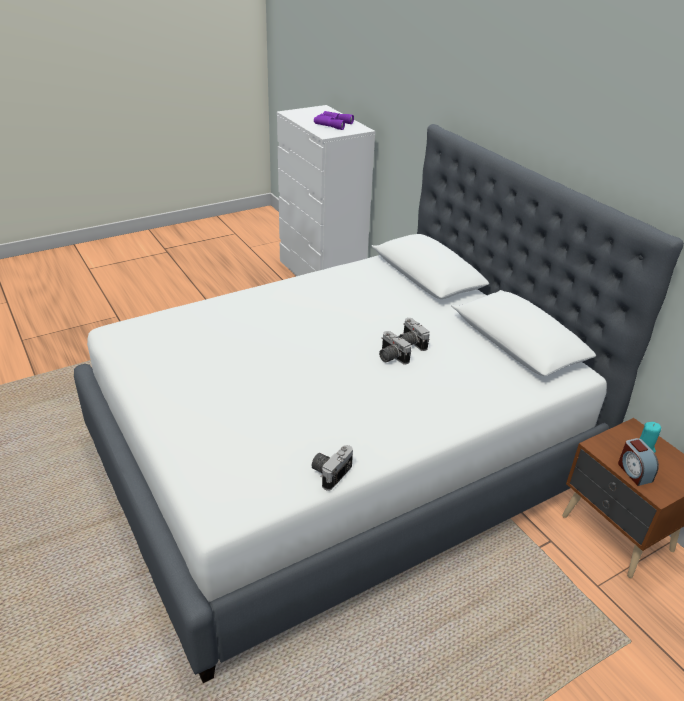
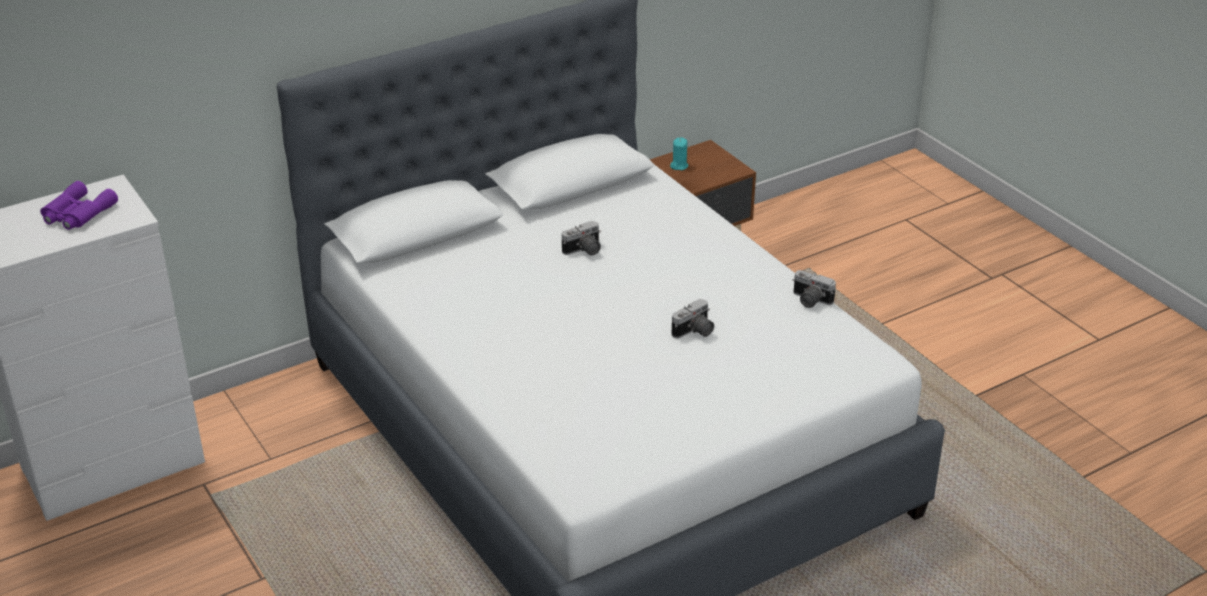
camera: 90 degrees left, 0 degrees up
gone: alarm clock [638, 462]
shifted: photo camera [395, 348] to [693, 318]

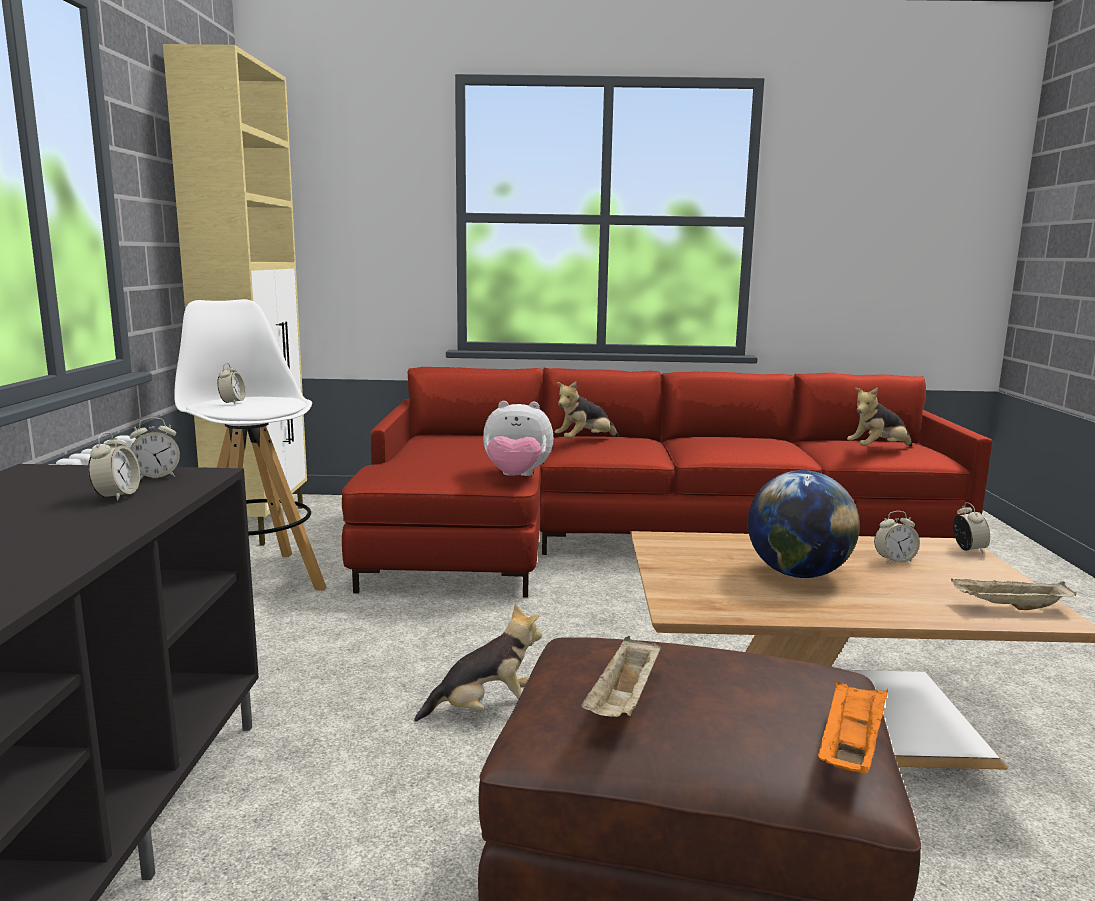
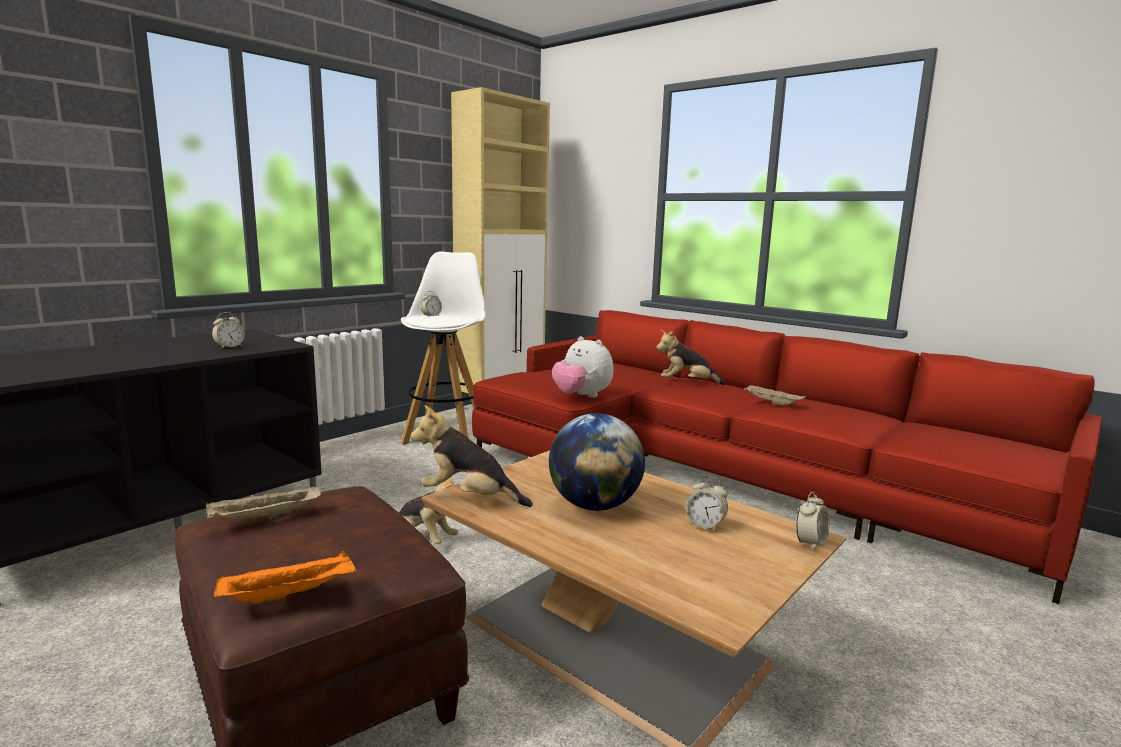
camera: 40 degrees right, 0 degrees up
gone: alarm clock [155, 448]
shifted: plush toy [879, 417] to [472, 456]; tray (beige) [1013, 594] to [775, 394]

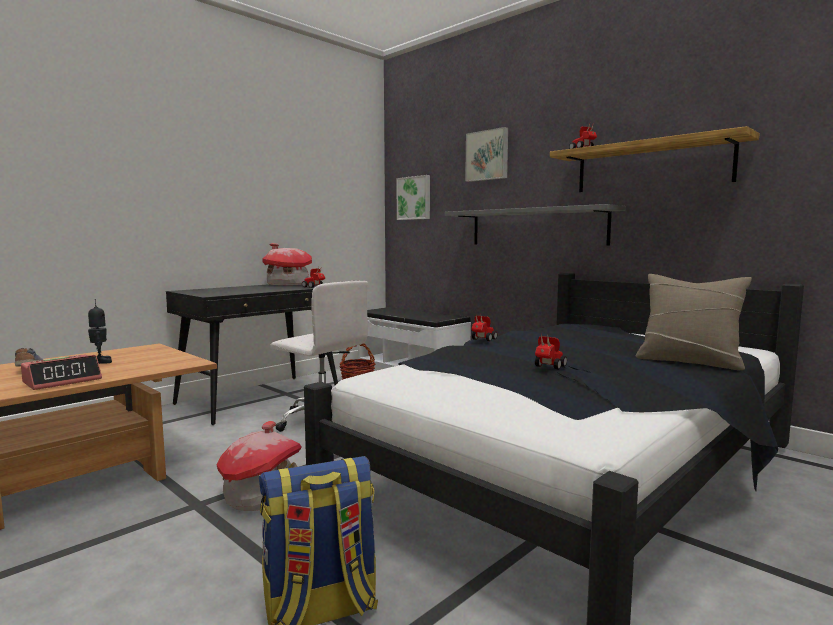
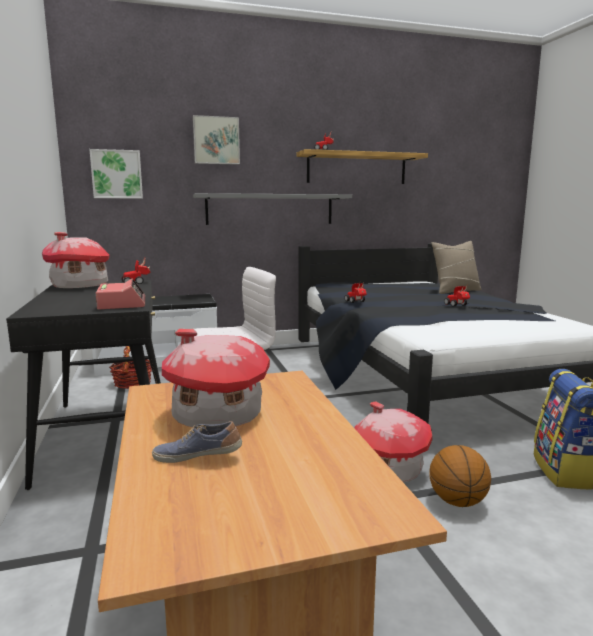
camera: 60 degrees left, 5 degrees up
new: basketball [460, 476]
shifted: alarm clock [61, 372] to [120, 294]
swapped: toy robot [100, 331] to toy house [216, 378]

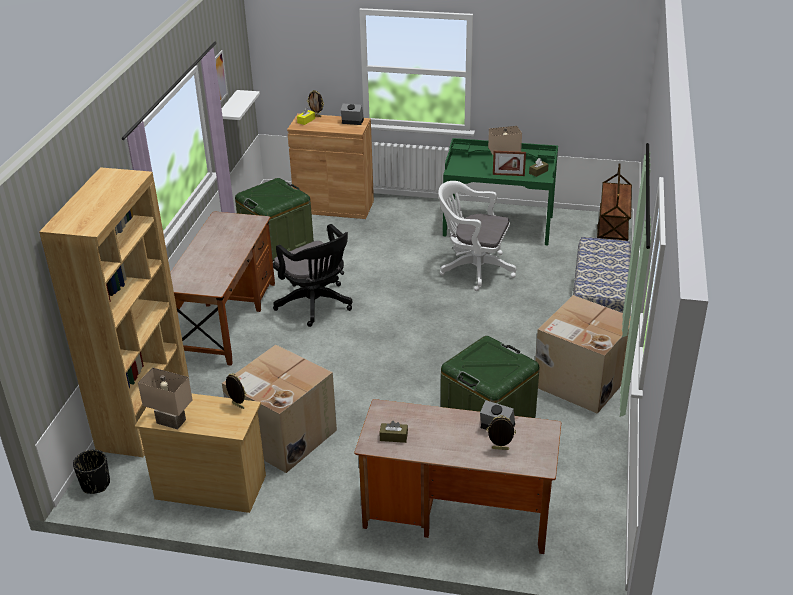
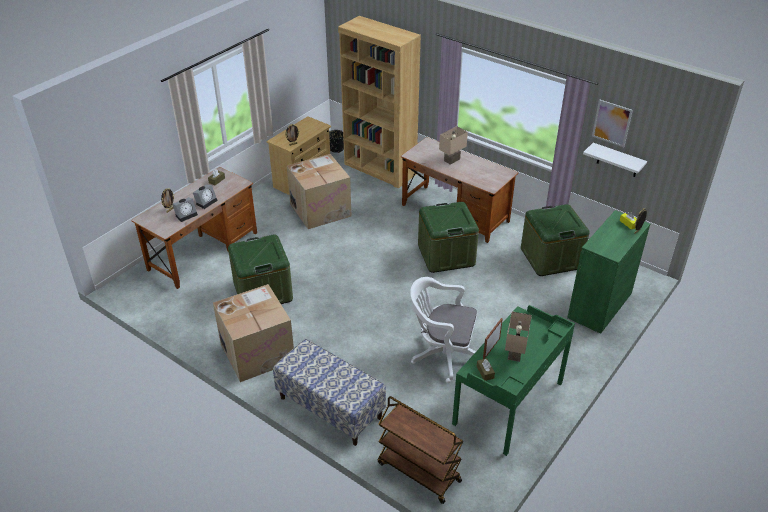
camera: 115 degrees right, 5 degrees up
shifted: table lamp (beige) [165, 398] to [453, 145]; alarm clock [352, 114] to [205, 197]
swapped: office chair (black) [313, 275] to storage box (green) [448, 237]
repainted: cabinet (brown) [330, 166] to cabinet (green) [608, 272]
rotated: office chair (white) [477, 236] = [443, 330] 120 degrees counterclockwise

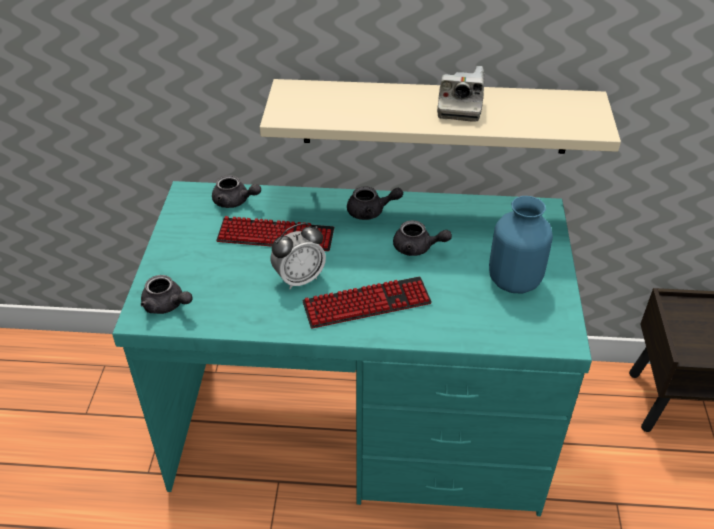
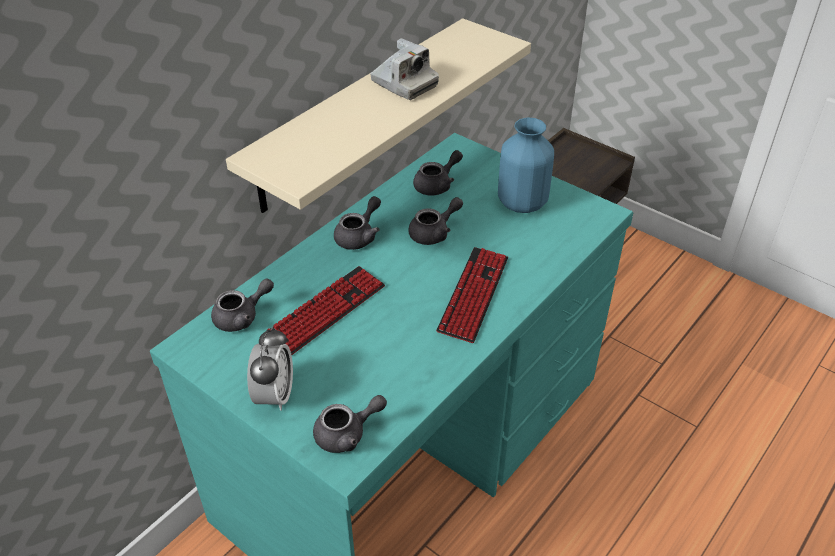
camera: 55 degrees left, 0 degrees up
new: teapot (grey) [438, 173]
shifted: alarm clock [298, 256] to [270, 369]

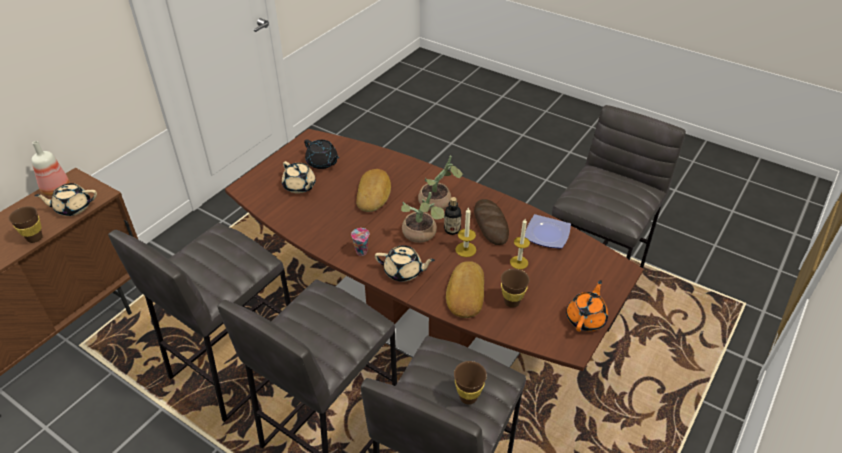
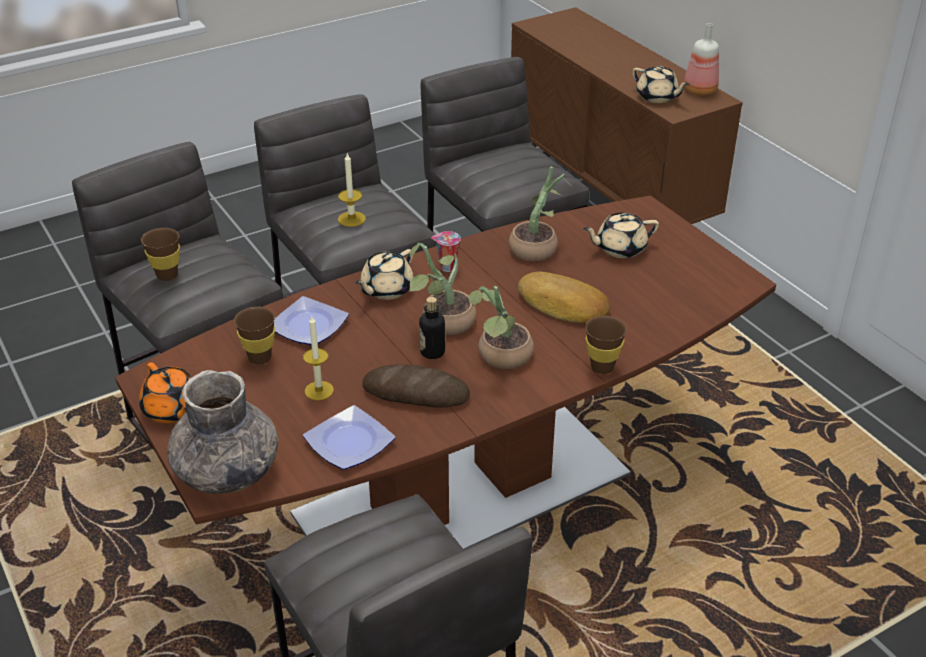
camera: 115 degrees right, 5 degrees down
gone: teapot (black) [321, 154]
new: vase (grey) [223, 432]; potted plant [539, 214]
shifted: cup (brown) [25, 224] to [606, 345]; candle [465, 232] to [352, 190]
swapped: bread [465, 289] to plate [311, 320]
rotated: teapot (beige) [65, 199] = [660, 84] 120 degrees clockwise

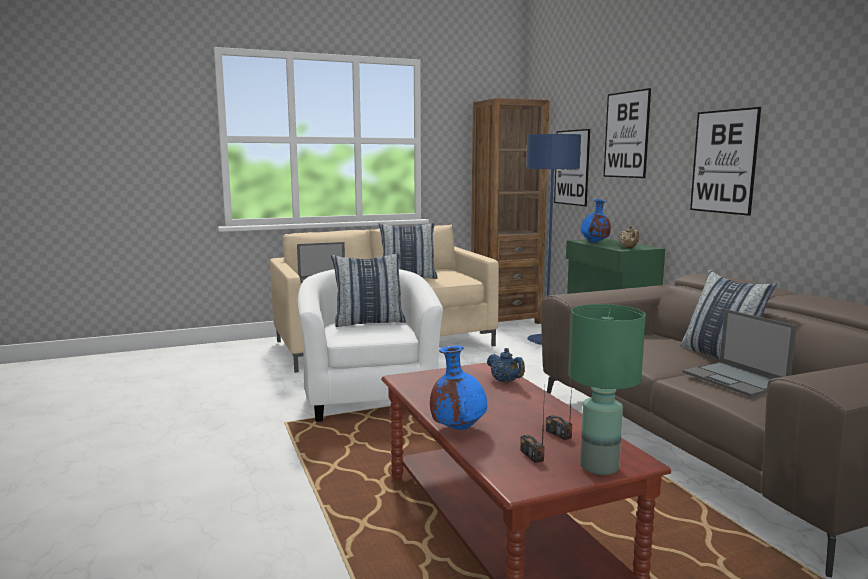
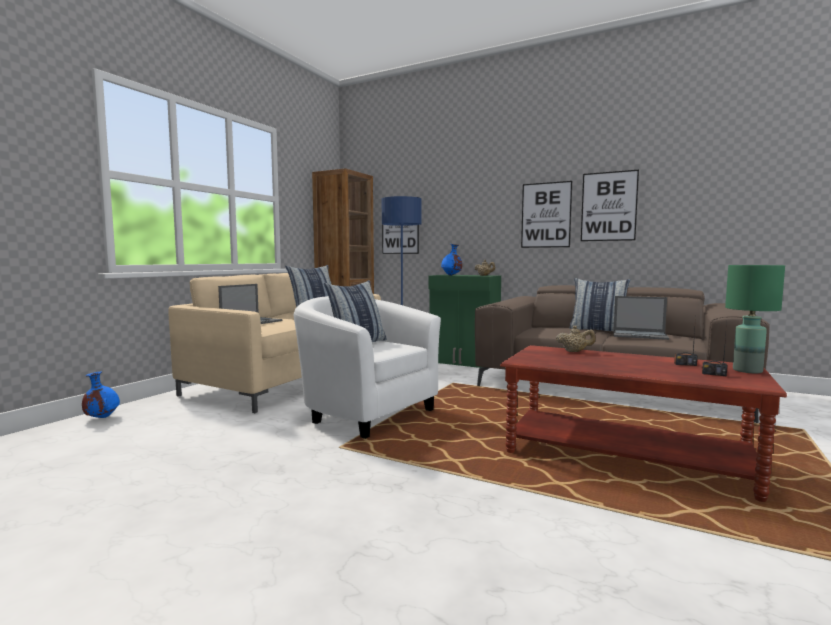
camera: 40 degrees left, 5 degrees down
shifted: vase (blue) [458, 388] to [101, 395]; picture [627, 133] to [610, 205]
repainted: teapot (blue) [506, 365] to teapot (beige) [576, 339]

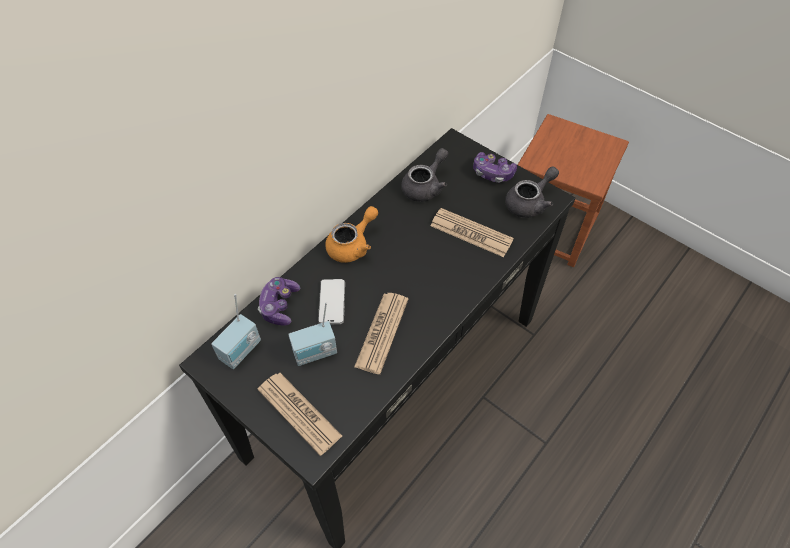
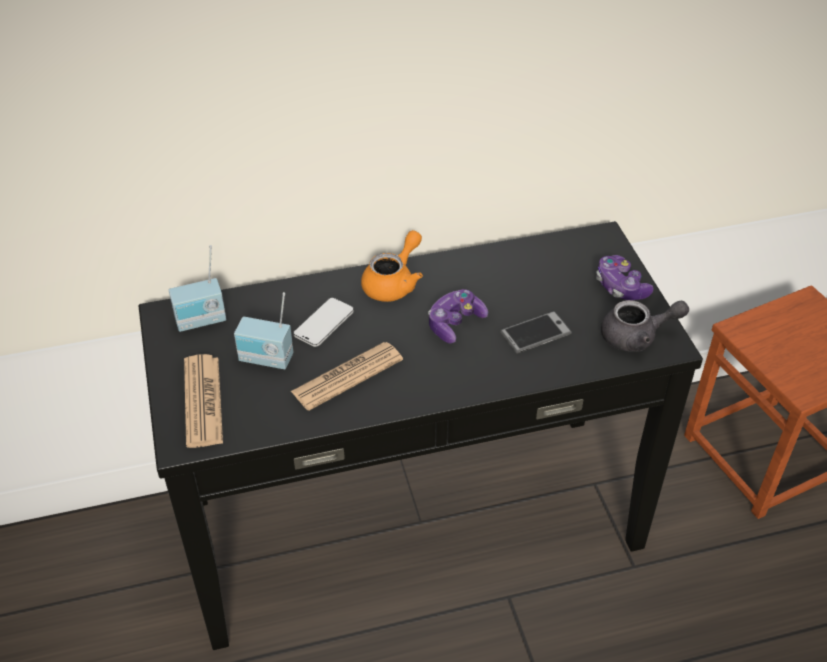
camera: 35 degrees right, 10 degrees down
gone: teapot (grey) [425, 175]
shifted: game controller [279, 301] to [458, 316]
swapped: newspaper [472, 232] to phone [536, 332]
rotated: teapot (orange) [351, 234] = [392, 266] 45 degrees counterclockwise

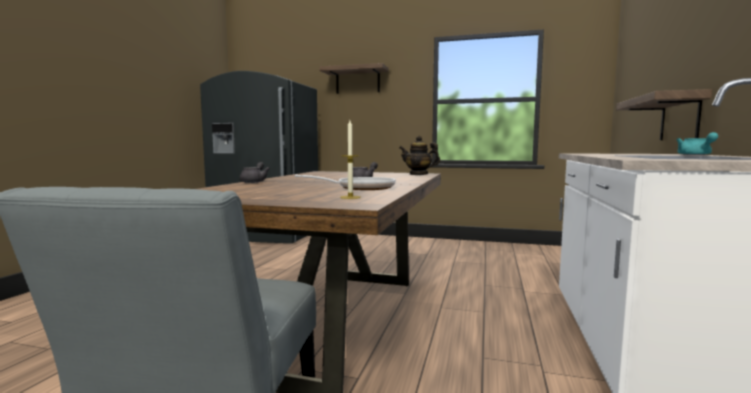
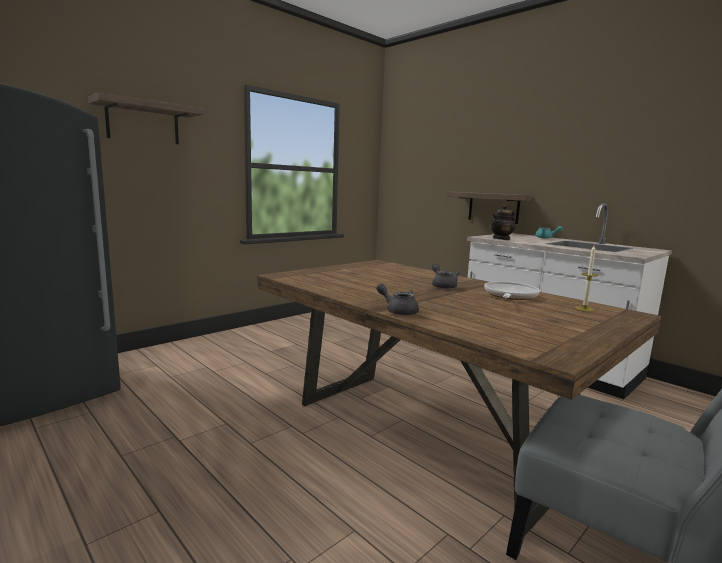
camera: 60 degrees left, 5 degrees up
shifted: teapot [419, 155] to [503, 222]

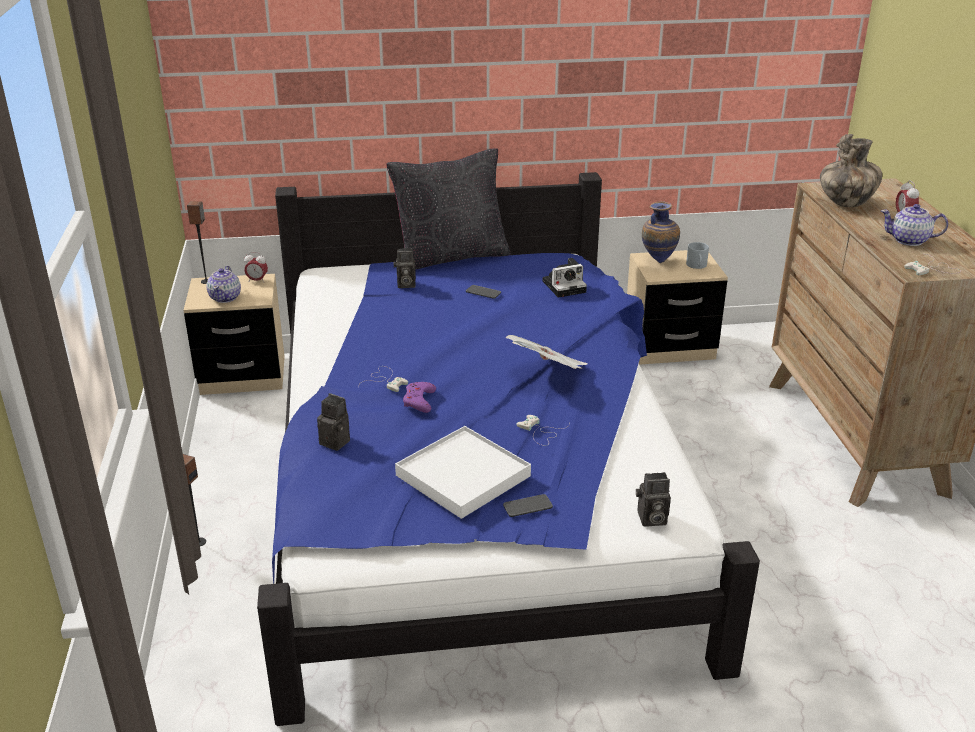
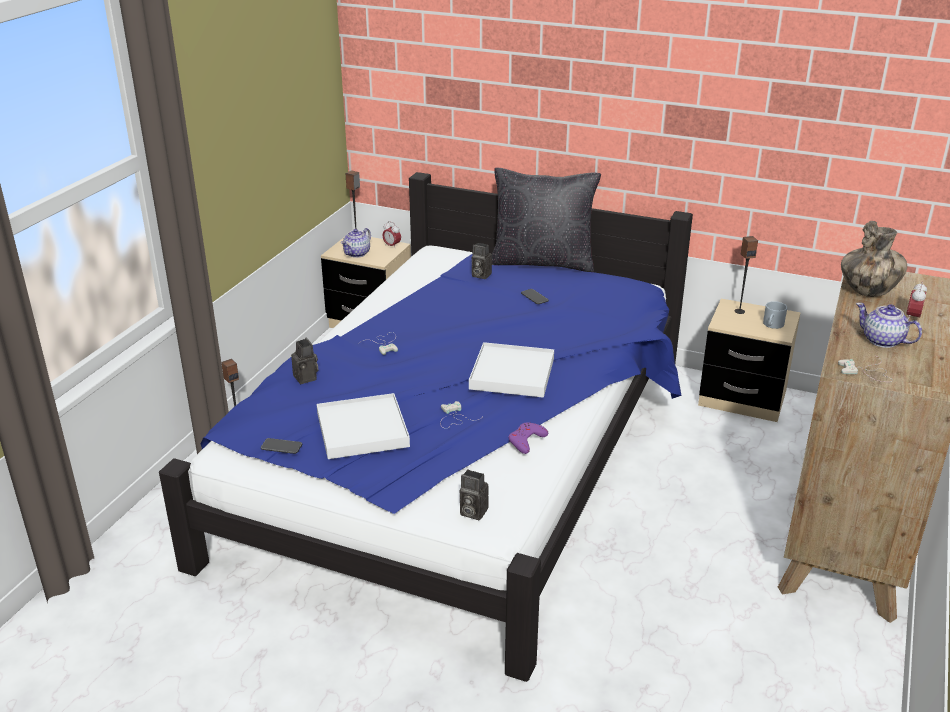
camera: 30 degrees right, 0 degrees up
gone: photo camera [565, 278]
shifted: game controller (purple) [419, 397] to [528, 438]; phone [528, 505] to [281, 446]
swapped: newspaper [546, 352] to tray (white) [511, 370]; vase [661, 232] to speaker [746, 275]

